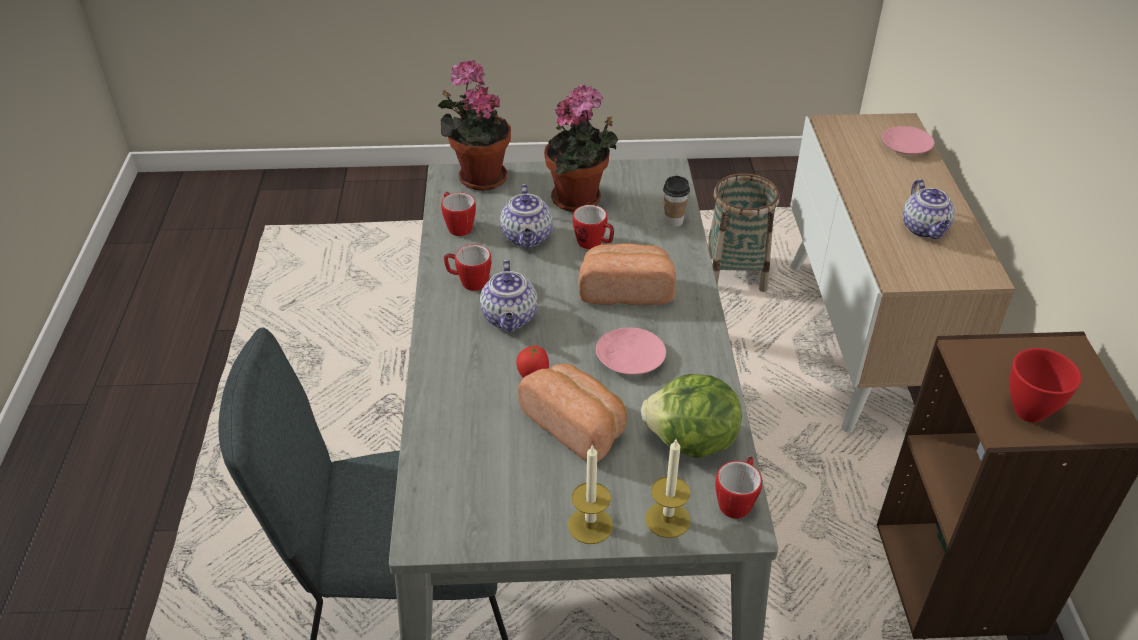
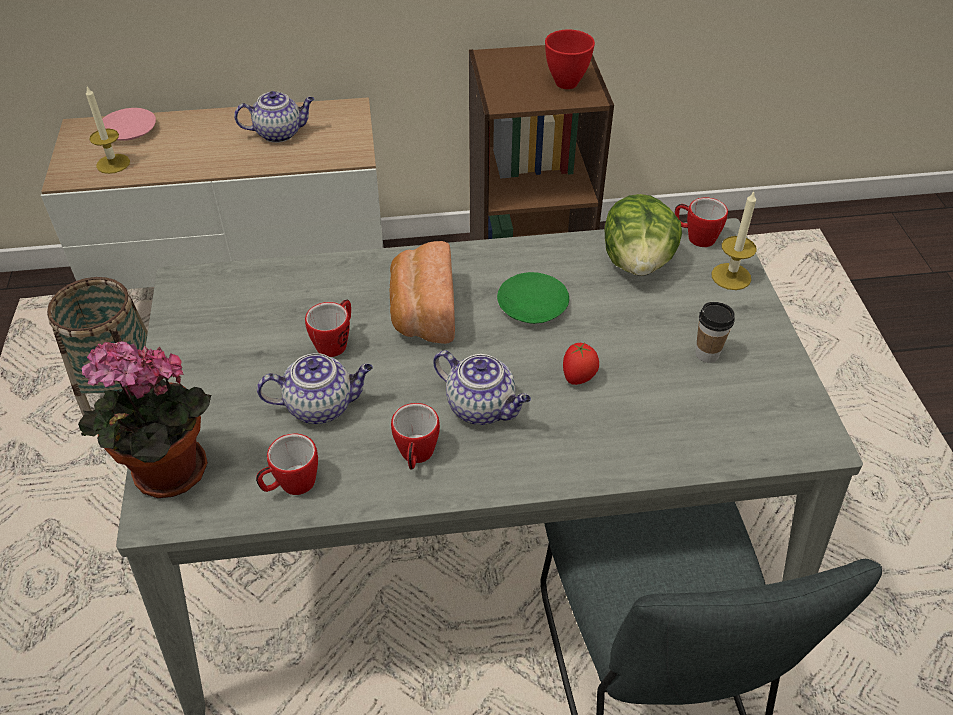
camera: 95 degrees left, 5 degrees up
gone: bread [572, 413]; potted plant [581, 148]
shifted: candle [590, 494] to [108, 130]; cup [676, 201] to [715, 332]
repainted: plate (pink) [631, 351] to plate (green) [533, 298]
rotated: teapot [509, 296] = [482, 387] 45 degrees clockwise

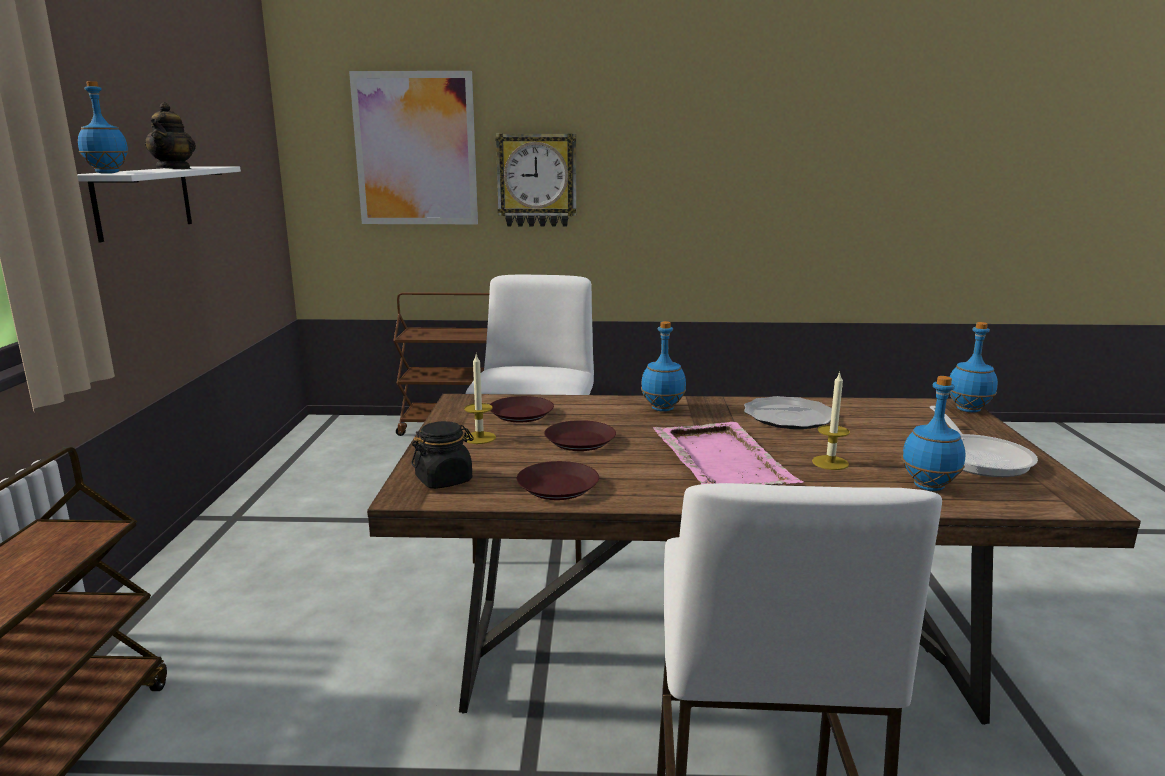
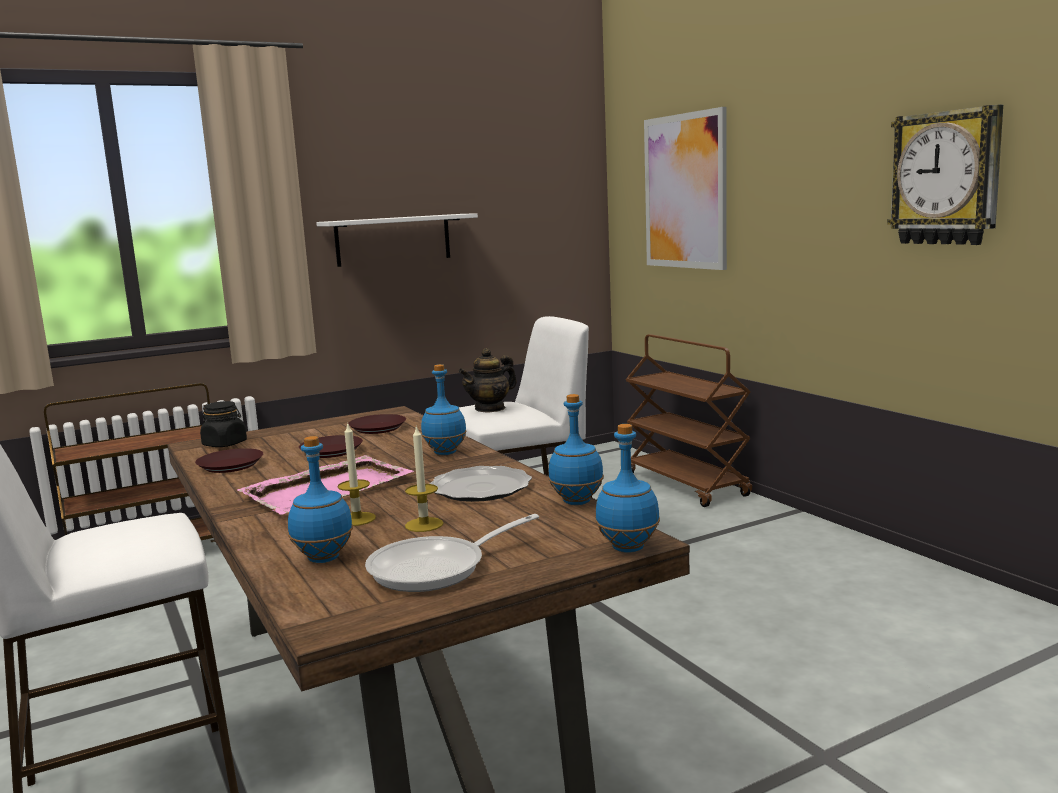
camera: 60 degrees right, 5 degrees down
shifted: bottle (blue) [103, 127] to [576, 449]; teapot [170, 135] to [487, 380]; candle [479, 399] to [424, 478]; wall clock [535, 180] to [945, 175]

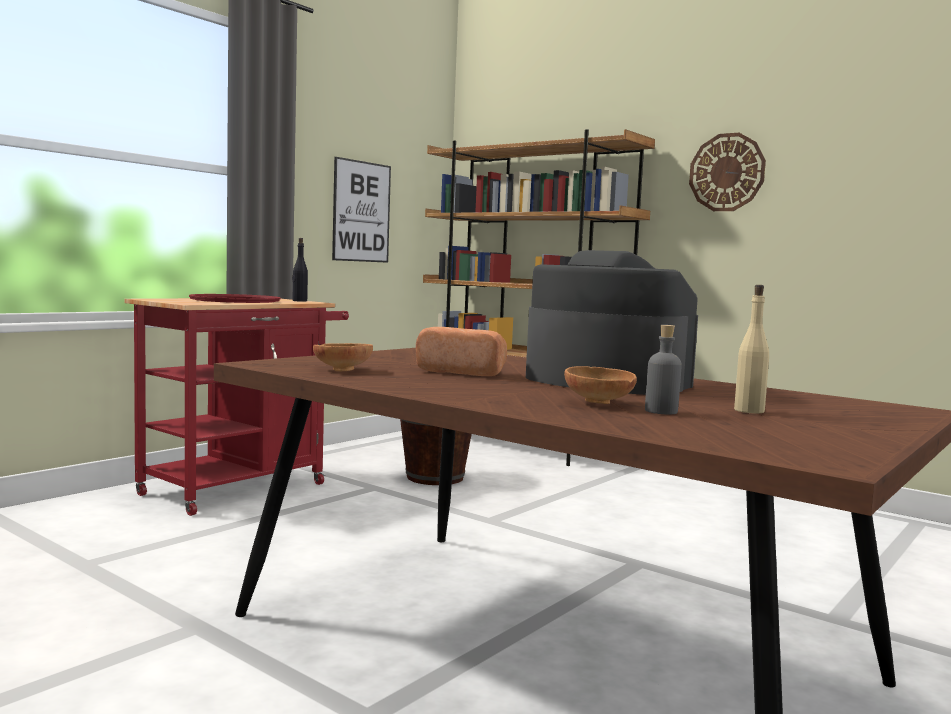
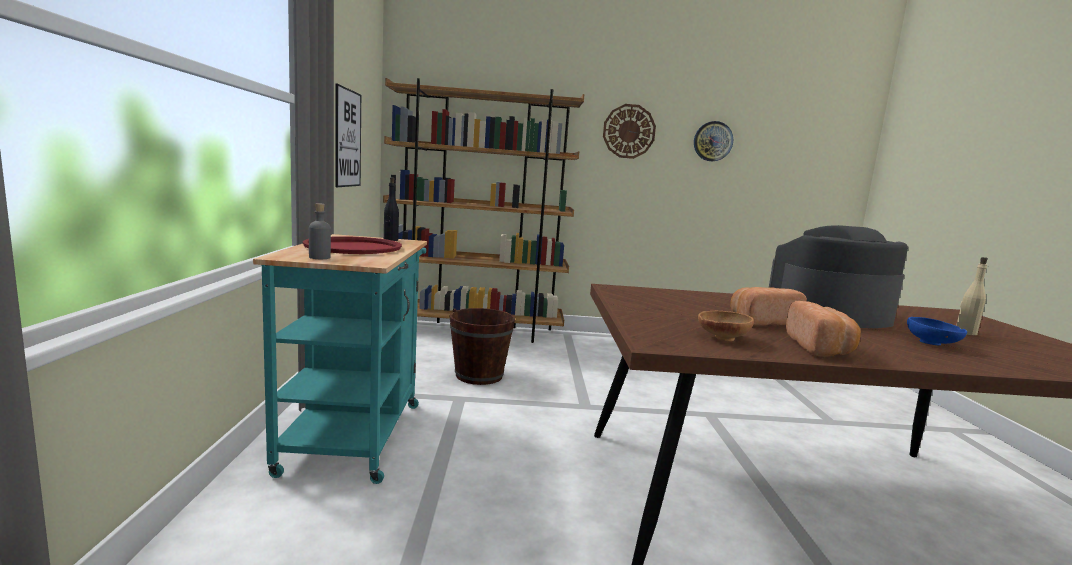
camera: 40 degrees left, 5 degrees up
new: wall clock [713, 141]; bread [823, 329]
shifted: bottle (grey) [663, 369] to [320, 231]
repainted: cart (red) [237, 407] to cart (turquoise) [340, 359]; bowl (brown) [600, 385] to bowl (blue) [937, 331]

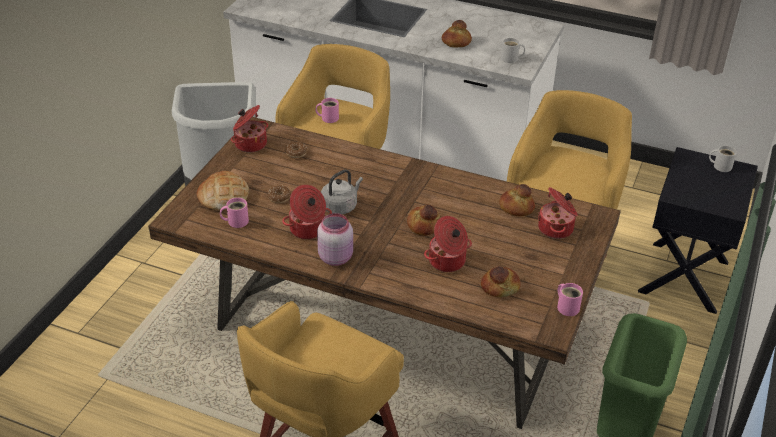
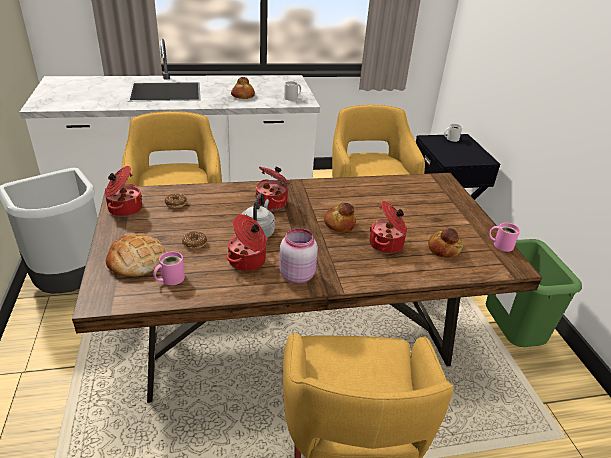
camera: 35 degrees left, 5 degrees down
gone: mug (pink) [327, 110]; bread [517, 200]
shifted: cooking pot [558, 213] to [273, 188]

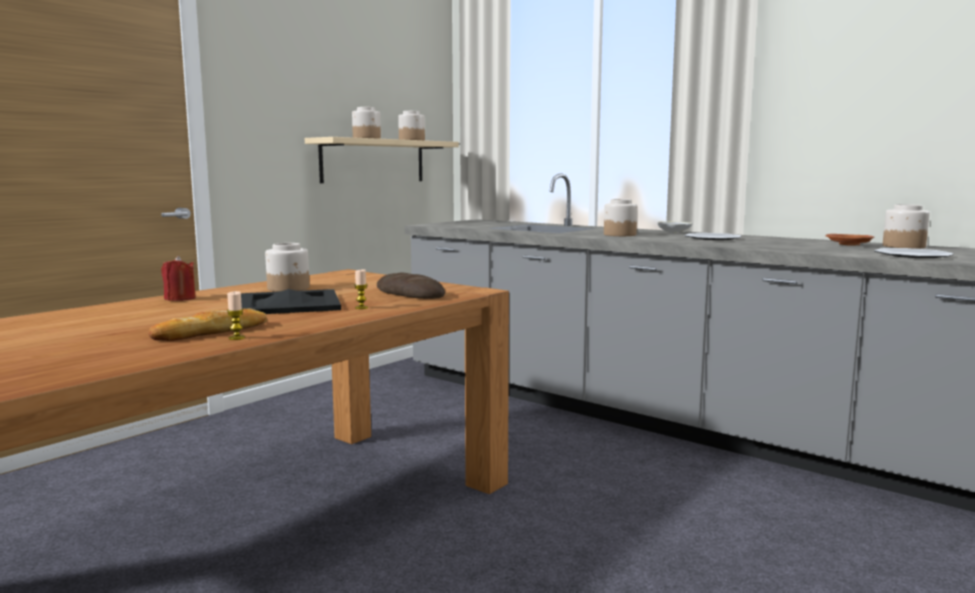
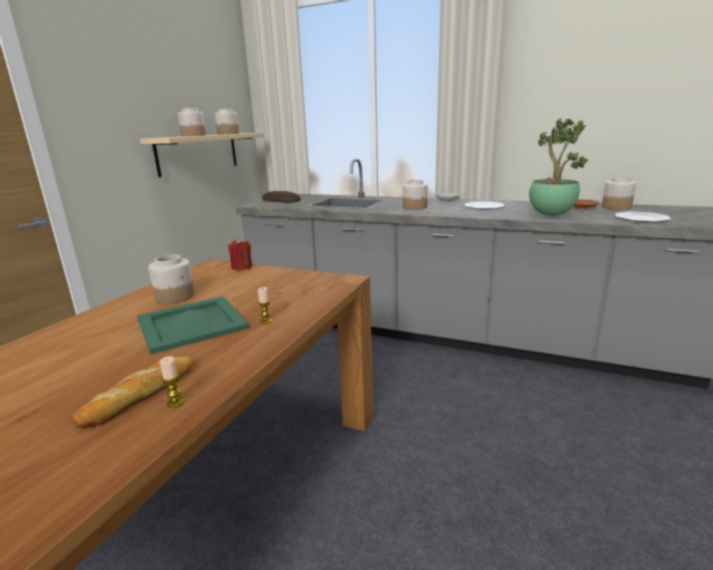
camera: 15 degrees left, 10 degrees up
new: potted plant [558, 167]
shifted: candle (red) [178, 278] to [240, 254]; bread [411, 286] to [281, 197]
repainted: tray (black) [291, 301] to tray (green) [193, 325]

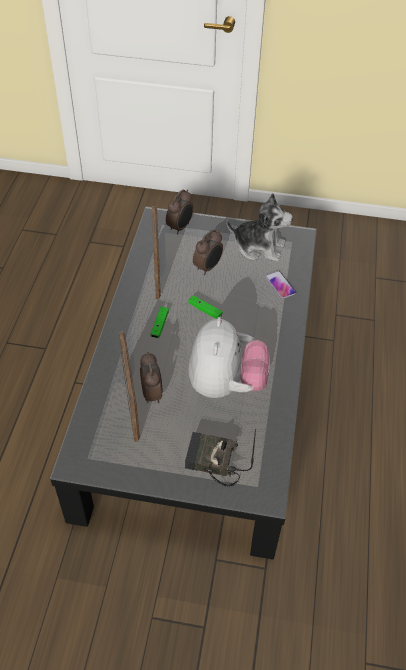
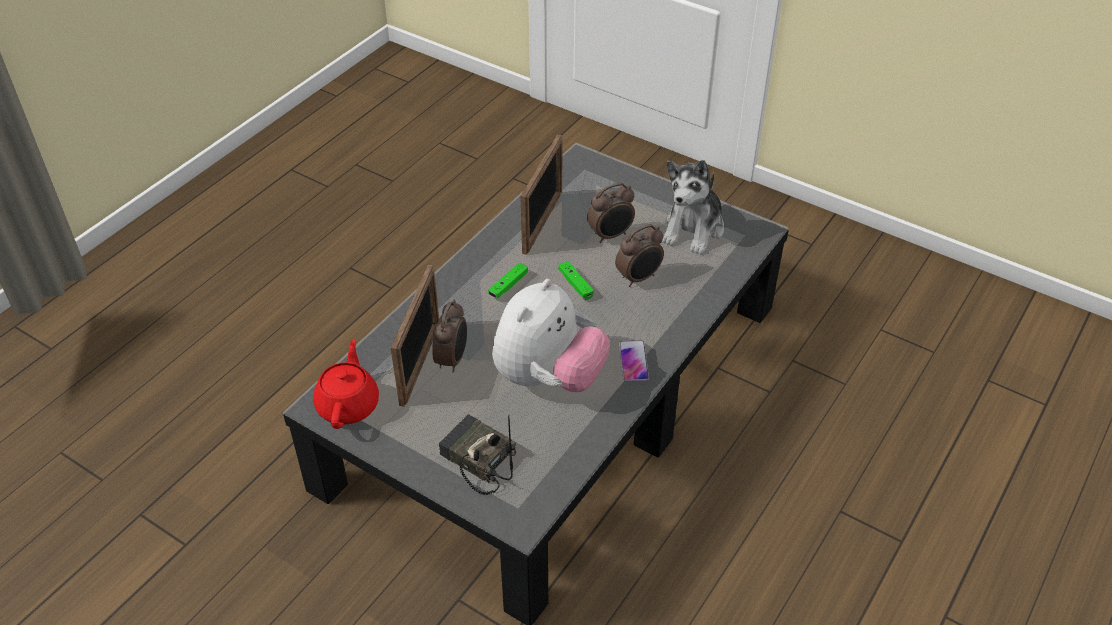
camera: 25 degrees right, 5 degrees down
new: teapot (red) [346, 384]
shifted: alarm clock [179, 212] to [639, 255]; phone [280, 285] to [634, 360]
rotated: plush toy [260, 227] = [693, 207] 75 degrees clockwise

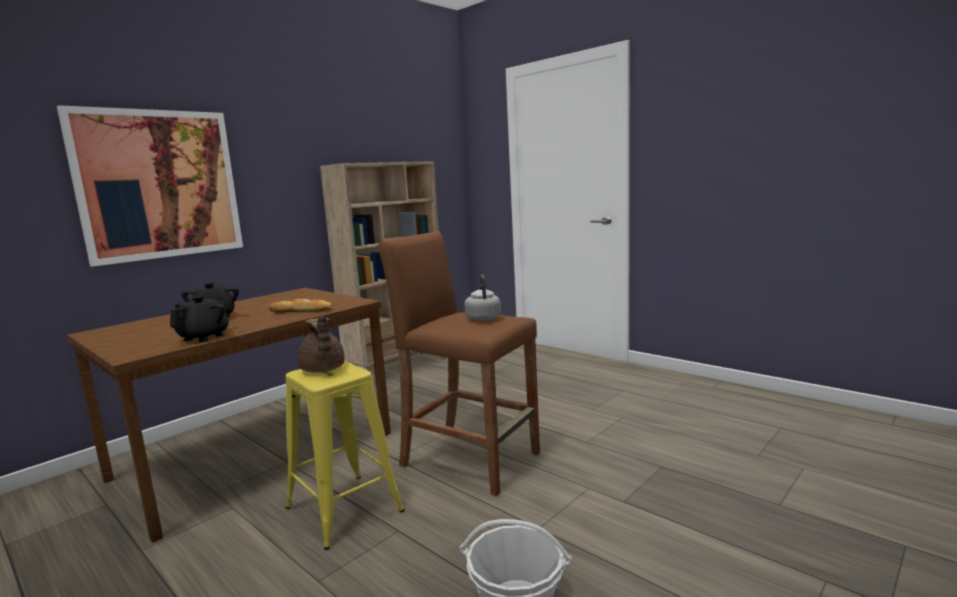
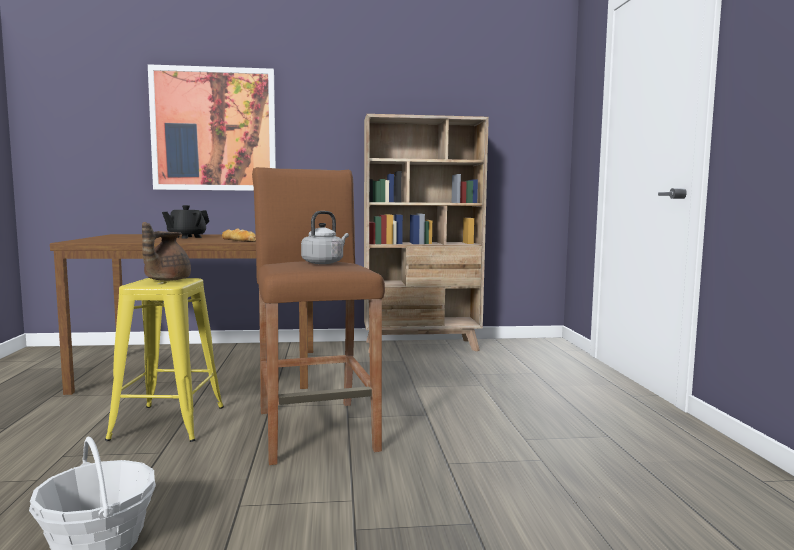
camera: 40 degrees right, 5 degrees down
gone: teapot (black) [199, 319]

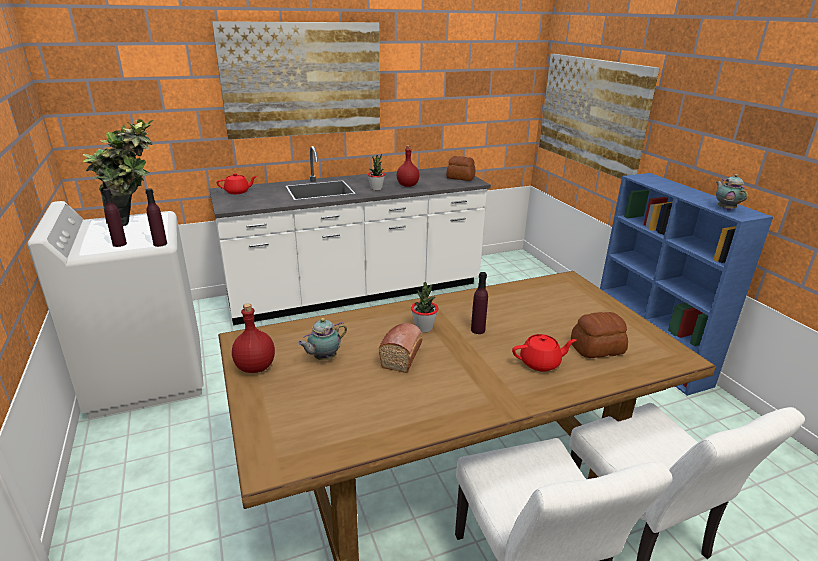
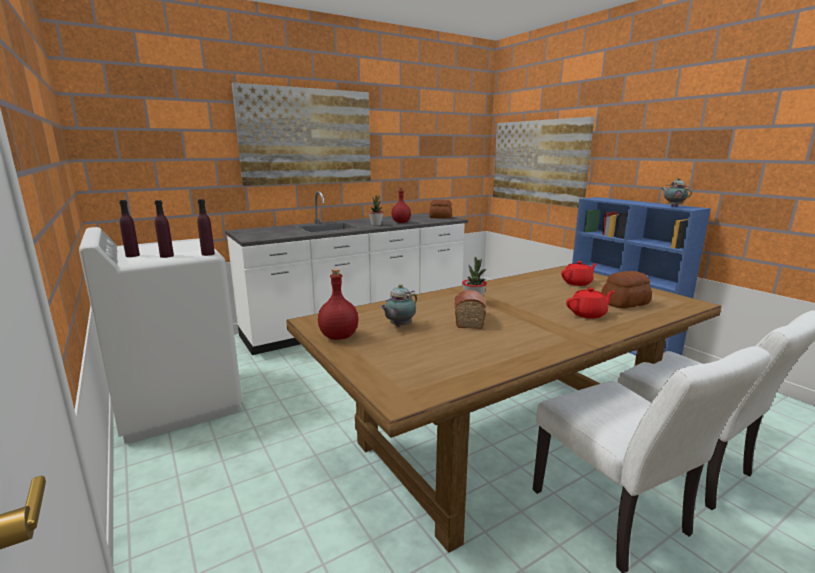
camera: 10 degrees left, 10 degrees down
gone: potted plant [118, 172]
shifted: teapot (red) [237, 183] to [579, 273]; bottle (purple) [479, 303] to [129, 228]

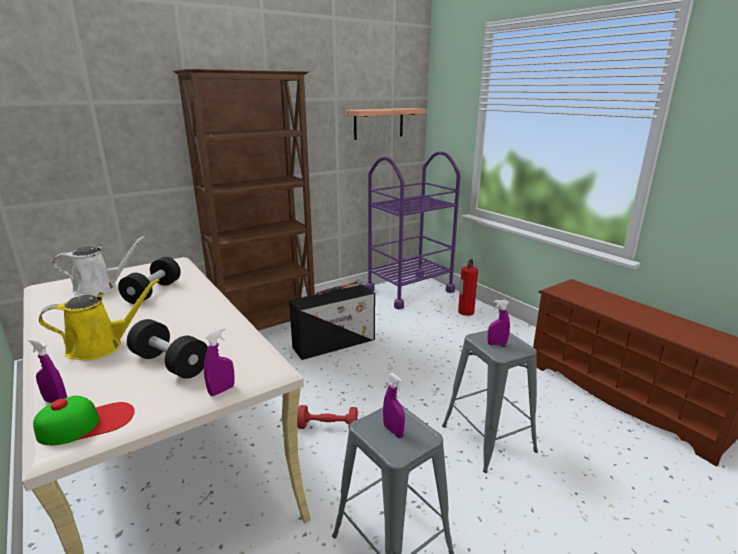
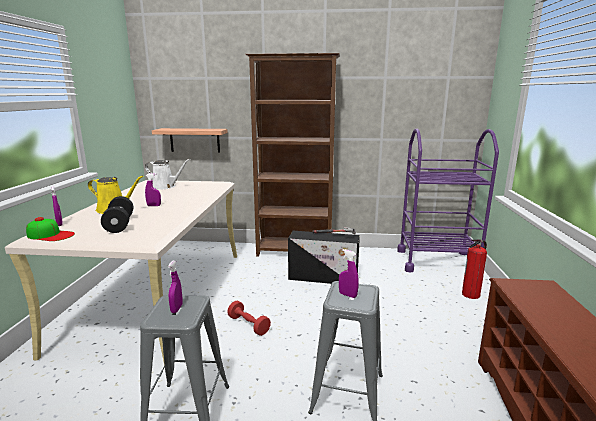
camera: 40 degrees right, 5 degrees down
gone: dumbbell (black) [149, 280]
shifted: spray bottle (purple) [219, 361] to [153, 189]; shelf [385, 124] to [190, 140]

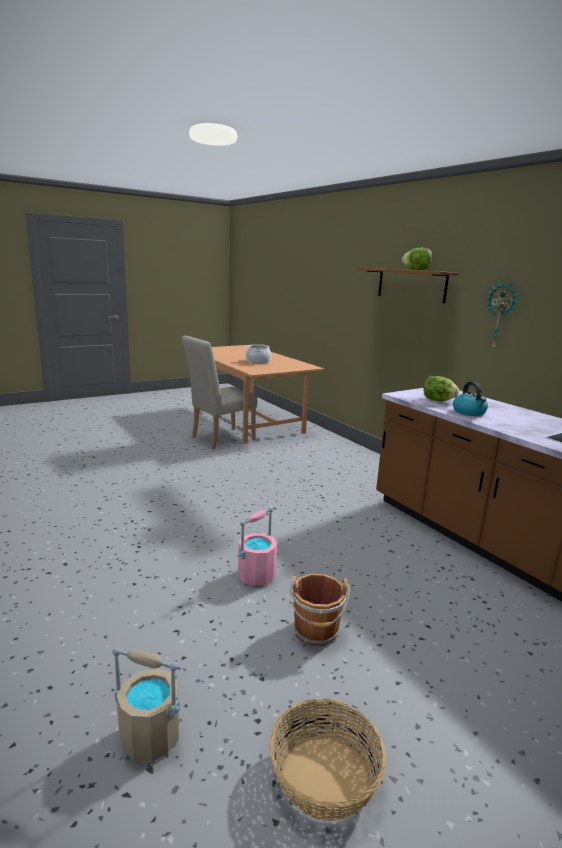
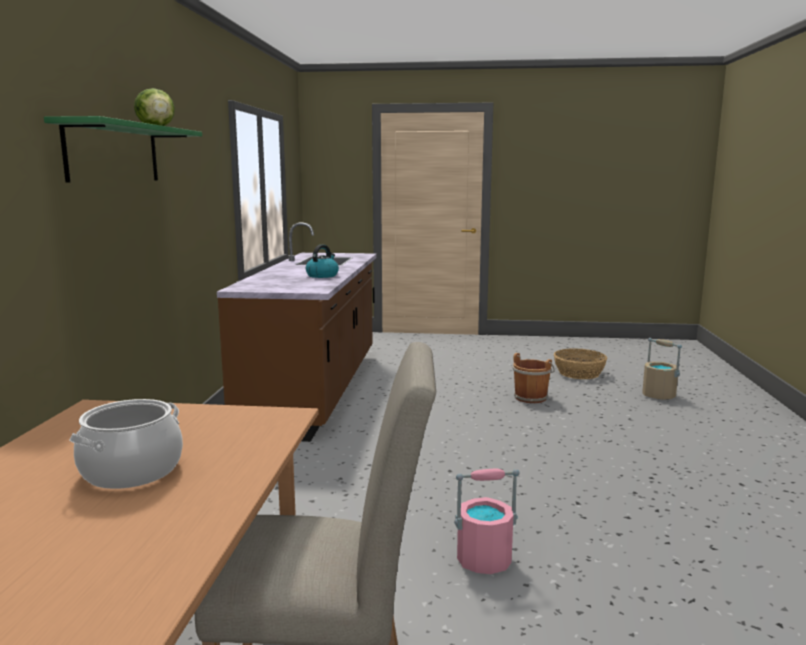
camera: 140 degrees left, 5 degrees down
gone: lettuce [441, 388]; wall clock [503, 315]
shifted: bucket (pink) [257, 546] to [487, 521]
repainted: shelf (brown) [408, 285] to shelf (green) [123, 149]

